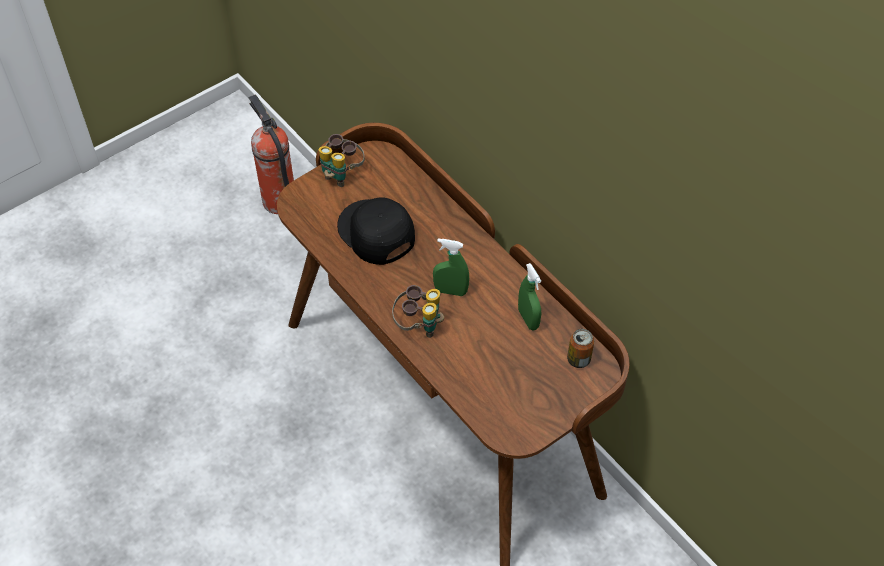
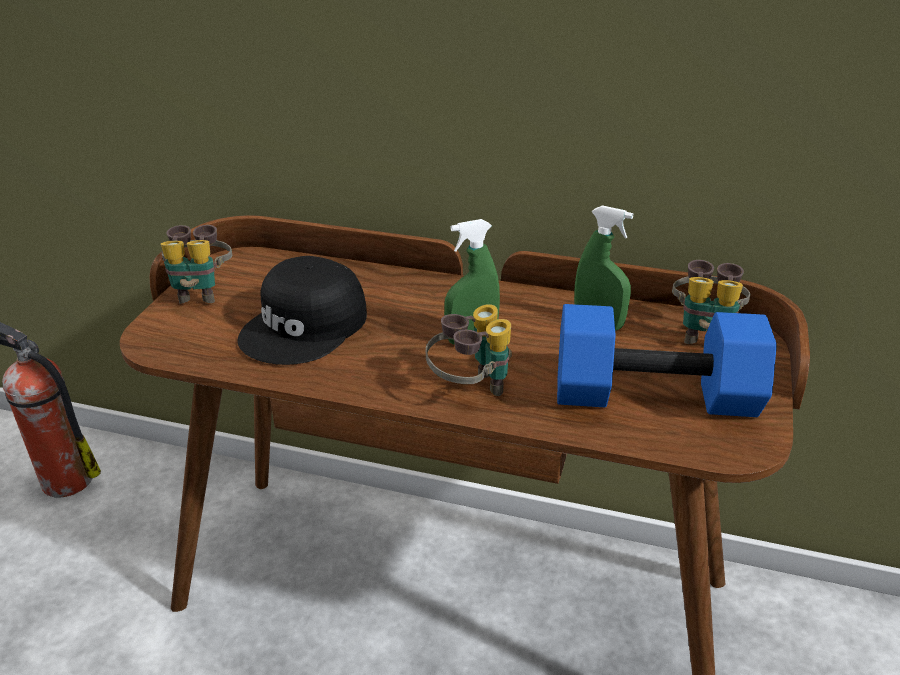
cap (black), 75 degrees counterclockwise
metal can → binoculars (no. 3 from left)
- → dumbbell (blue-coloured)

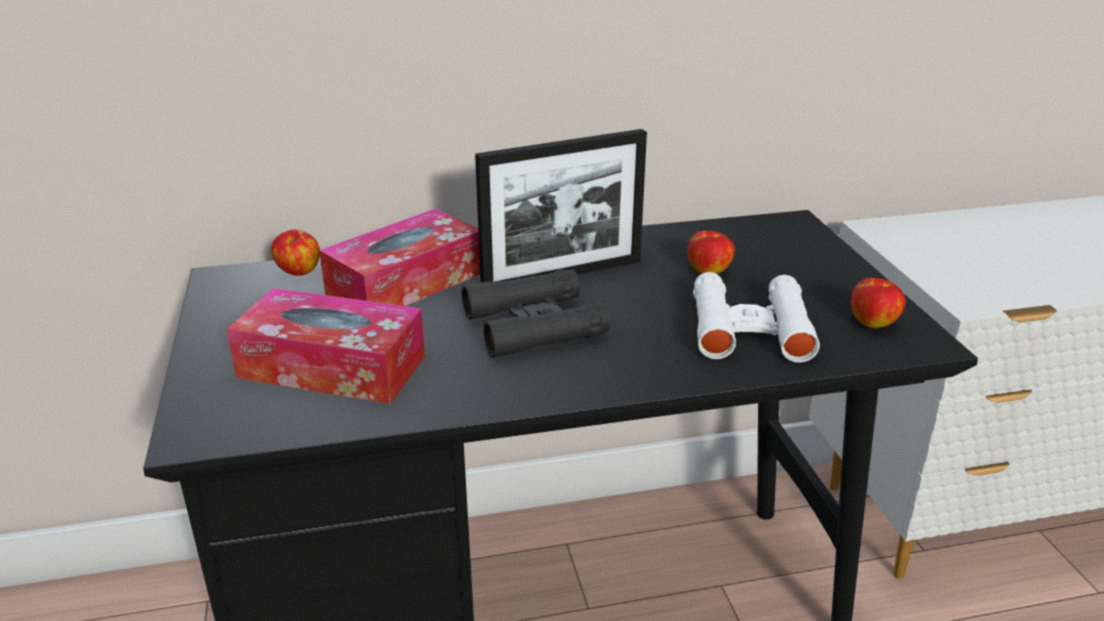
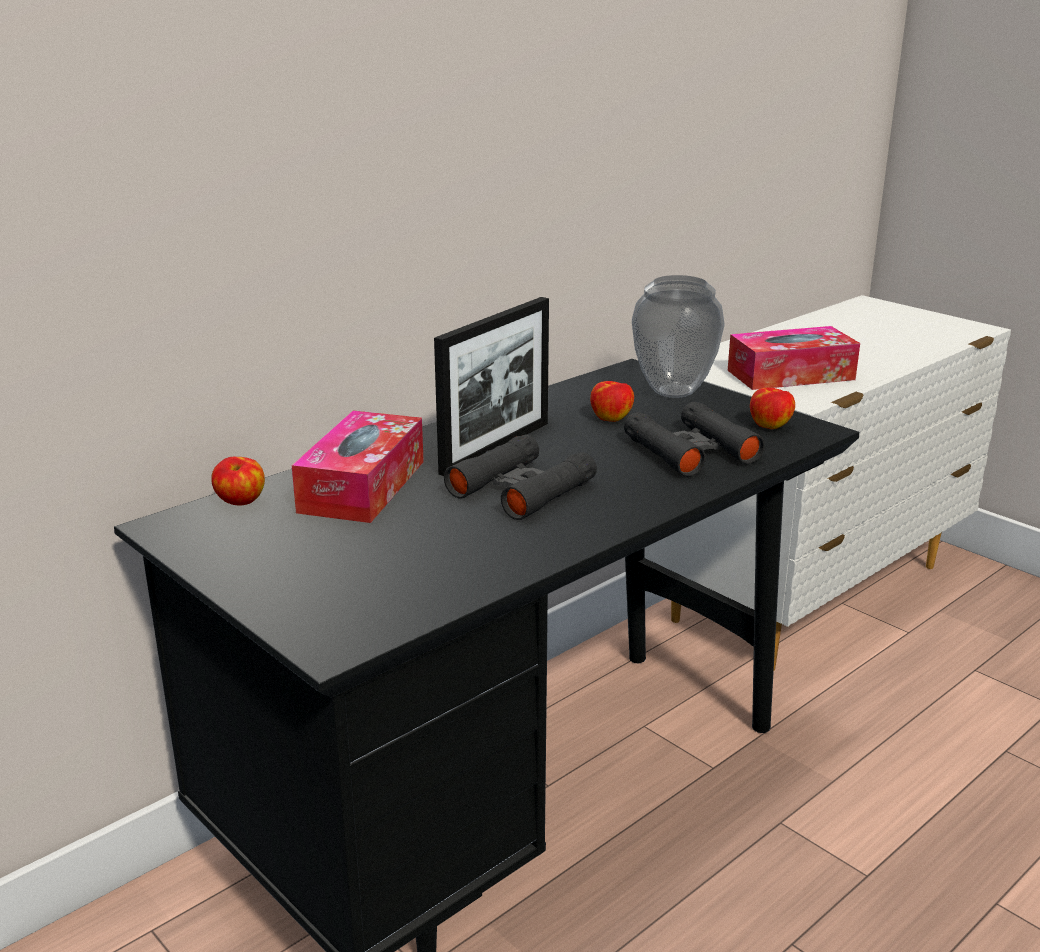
binoculars (white-coloured) → binoculars (black) (no. 2 from left)
tissue box (no. 1 from left in the first image) → tissue box (no. 2 from left), relocated
- → flower vase

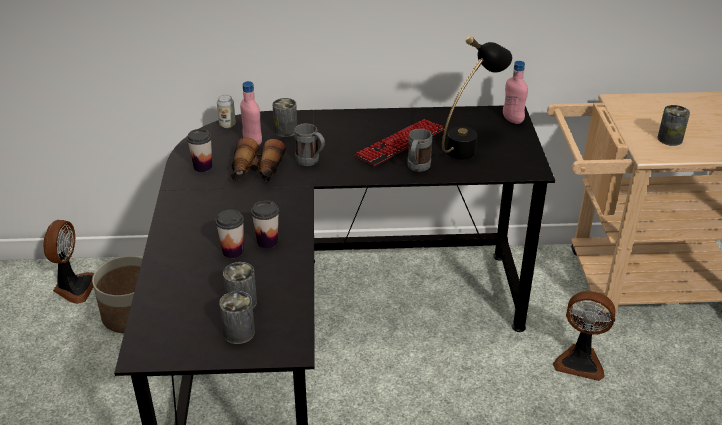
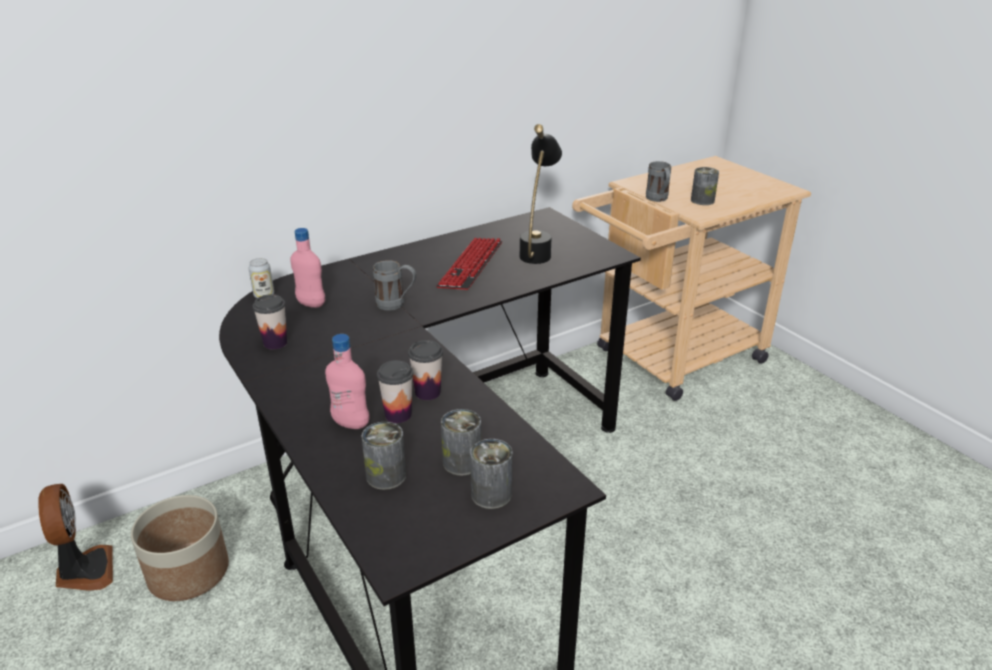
bottle (pinkish) (no. 2 from left), relocated
metal can (no. 4 from left in the first image) → metal can (no. 2 from left), relocated
coffee mug (gray) (no. 2 from left), relocated
binoculars → -
electric fan (no. 2 from left) → -

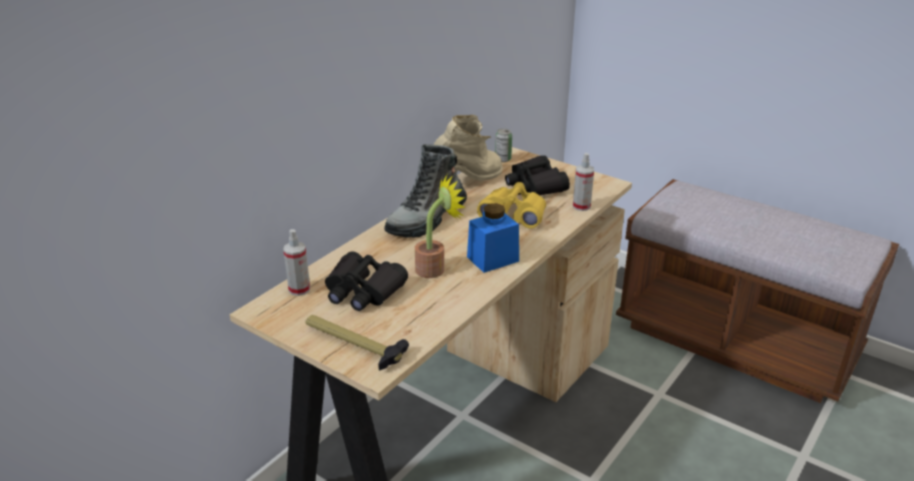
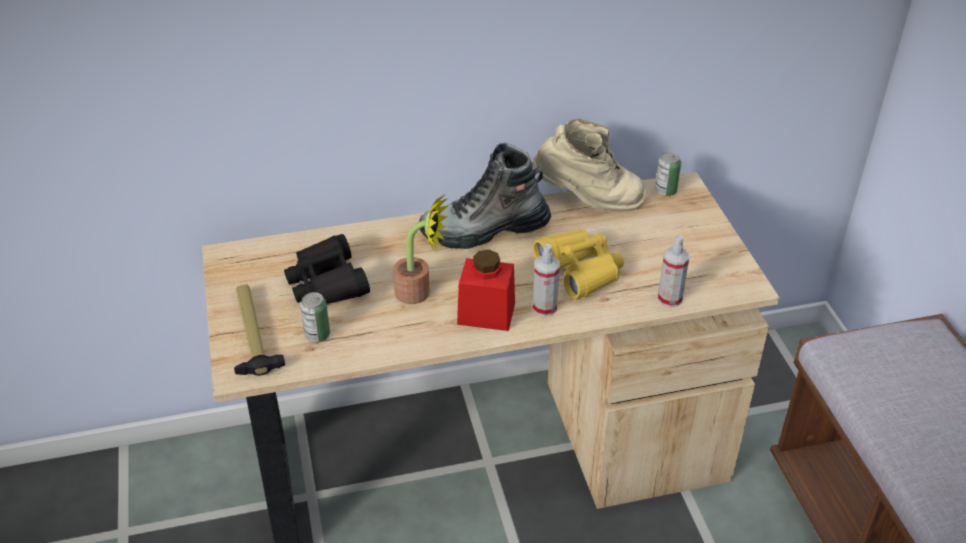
binoculars (black) (no. 2 from left) → -
storage jar (blue-coloured) → storage jar (red-coloured)
sprayer (no. 1 from left), relocated
- → metal can (no. 1 from left)

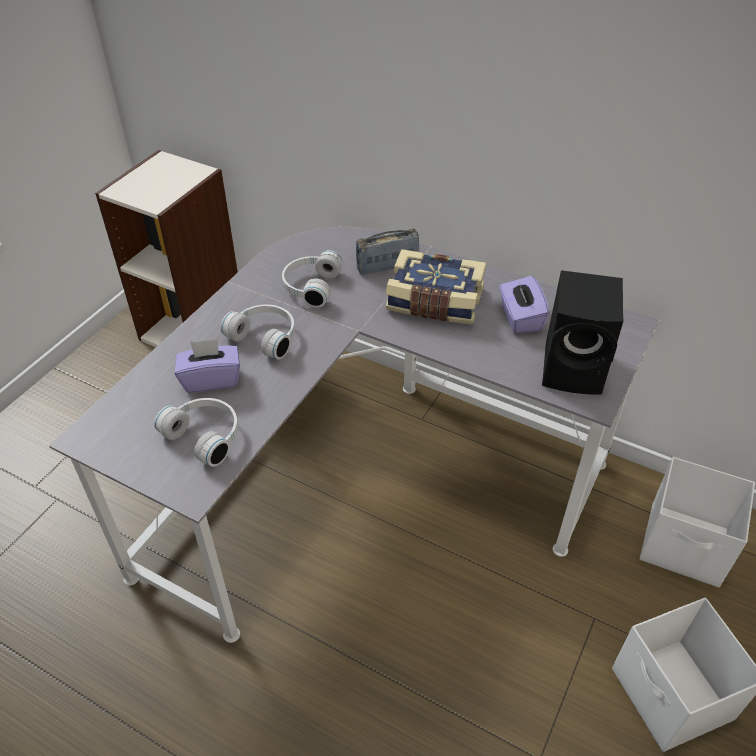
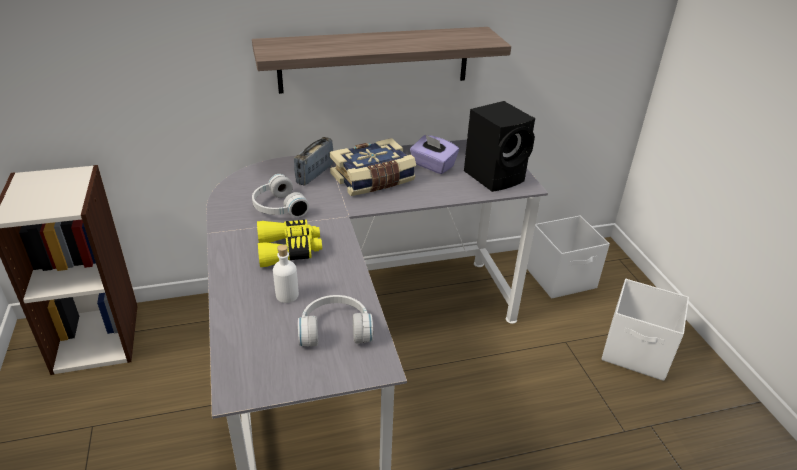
pair of headphones (white-coloured) (no. 2 from left) → binoculars (yellow-coloured)
tissue box (purple-coloured) (no. 1 from left) → bottle (white-coloured)
- → wall shelf

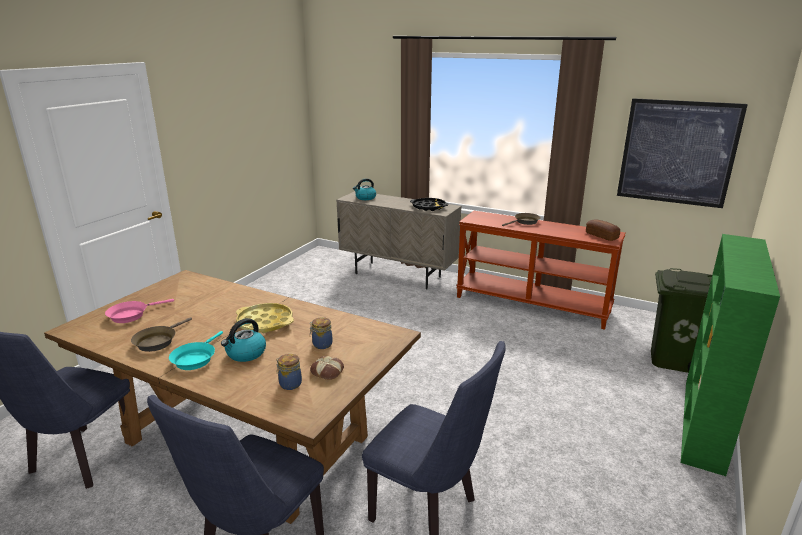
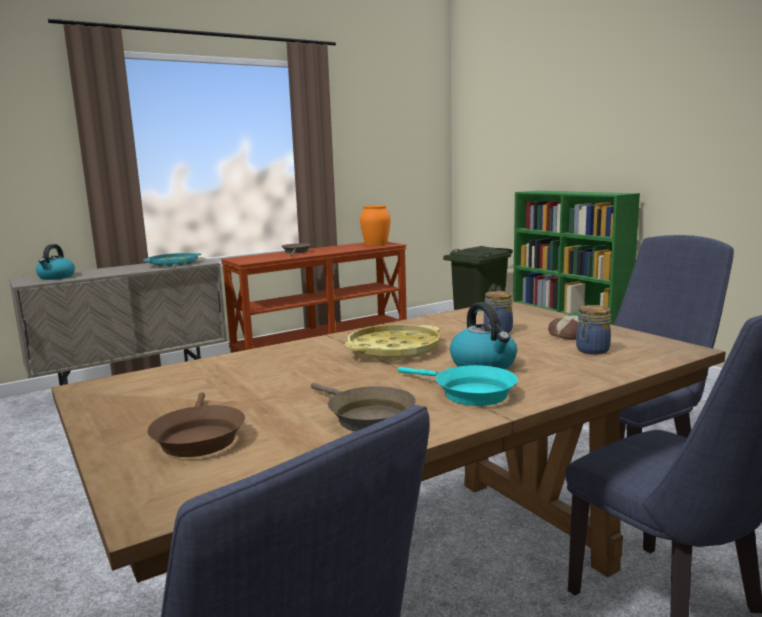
wall picture → -
serving tray (black) → serving tray (turquoise)
bread (no. 2 from left) → flower vase (orange-coloured)
skillet (pinkish) → skillet (brownish) (no. 1 from left)

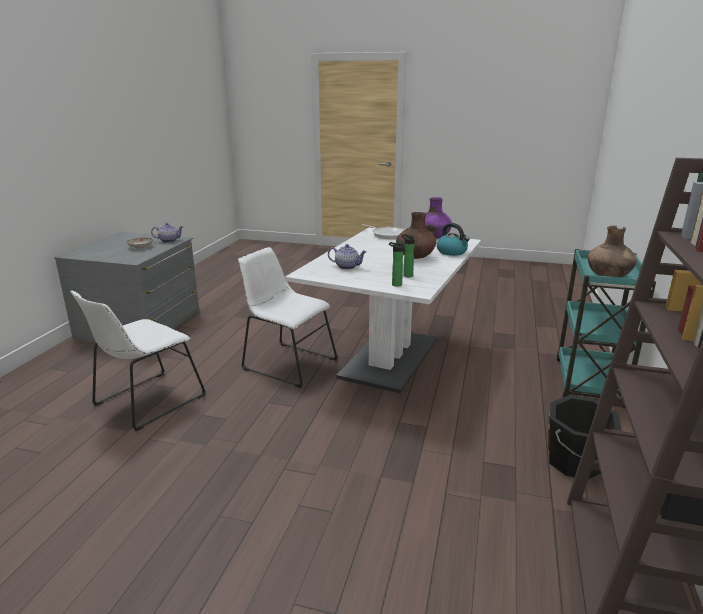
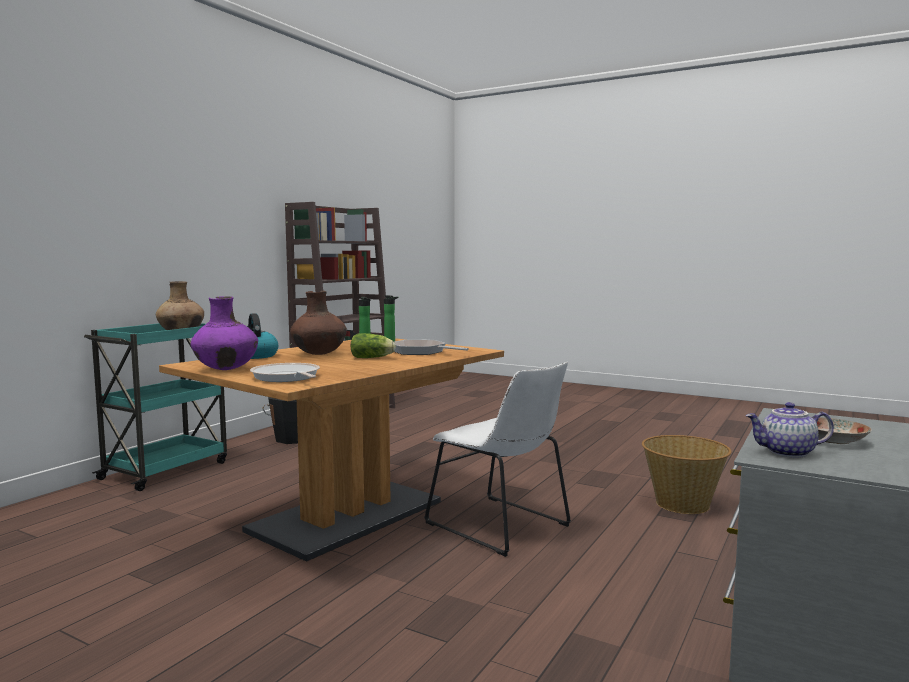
kitchen table (white-coloured) → kitchen table (brownish)
tea pot (no. 2 from left) → skillet (no. 2 from left)
plain chair (white-coloured) (no. 1 from left) → storage basket
- → lettuce

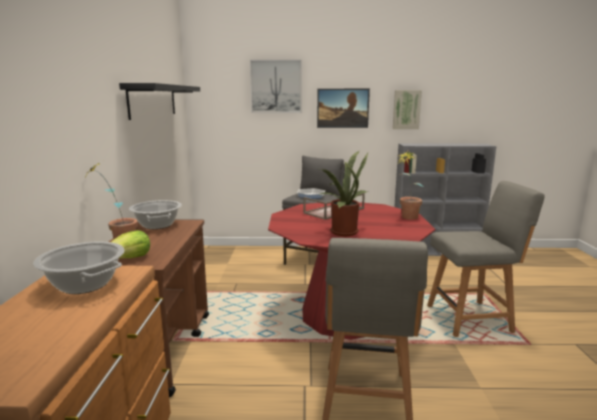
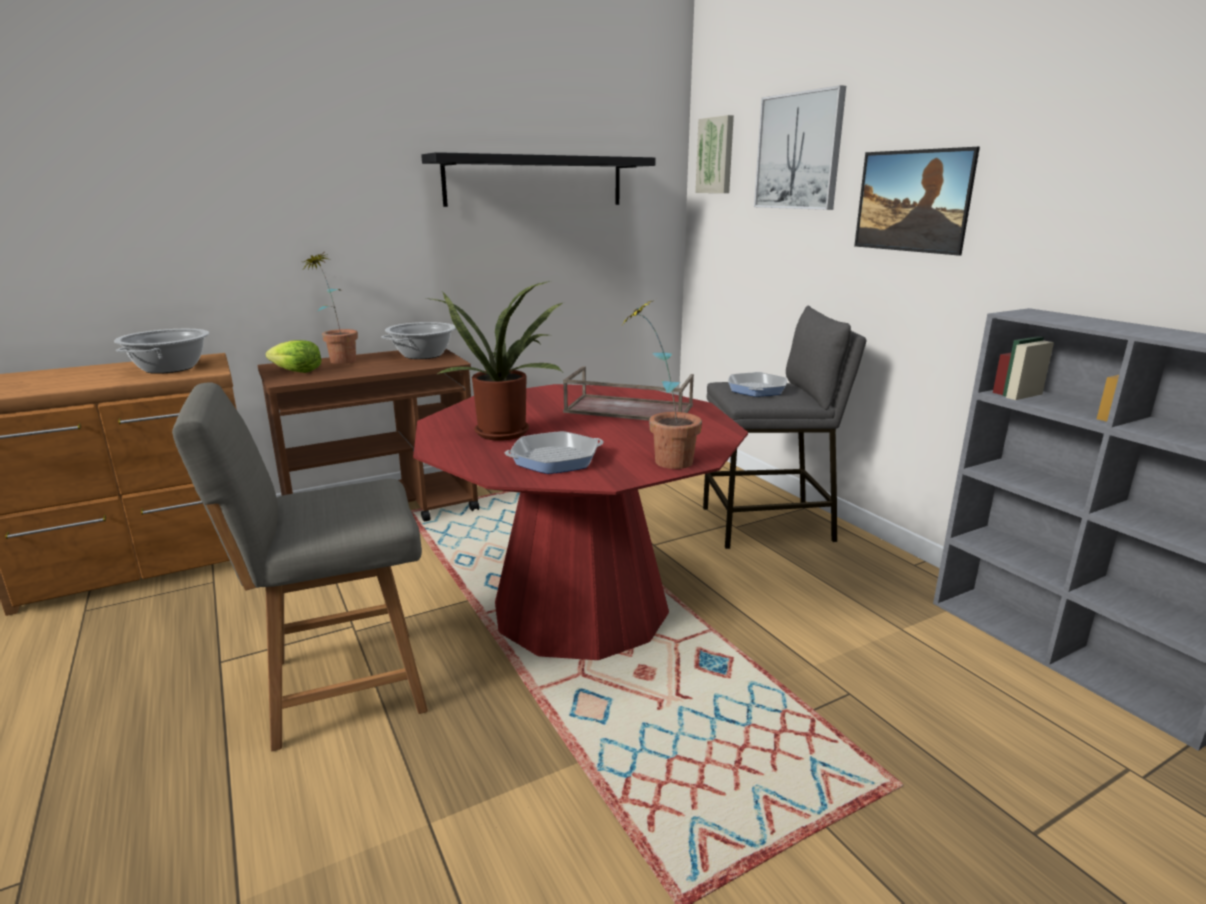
wall picture (no. 3 from left in the first image) → wall picture (no. 1 from left), relocated
plain chair (gray) (no. 2 from left) → -
- → skillet (no. 1 from left)

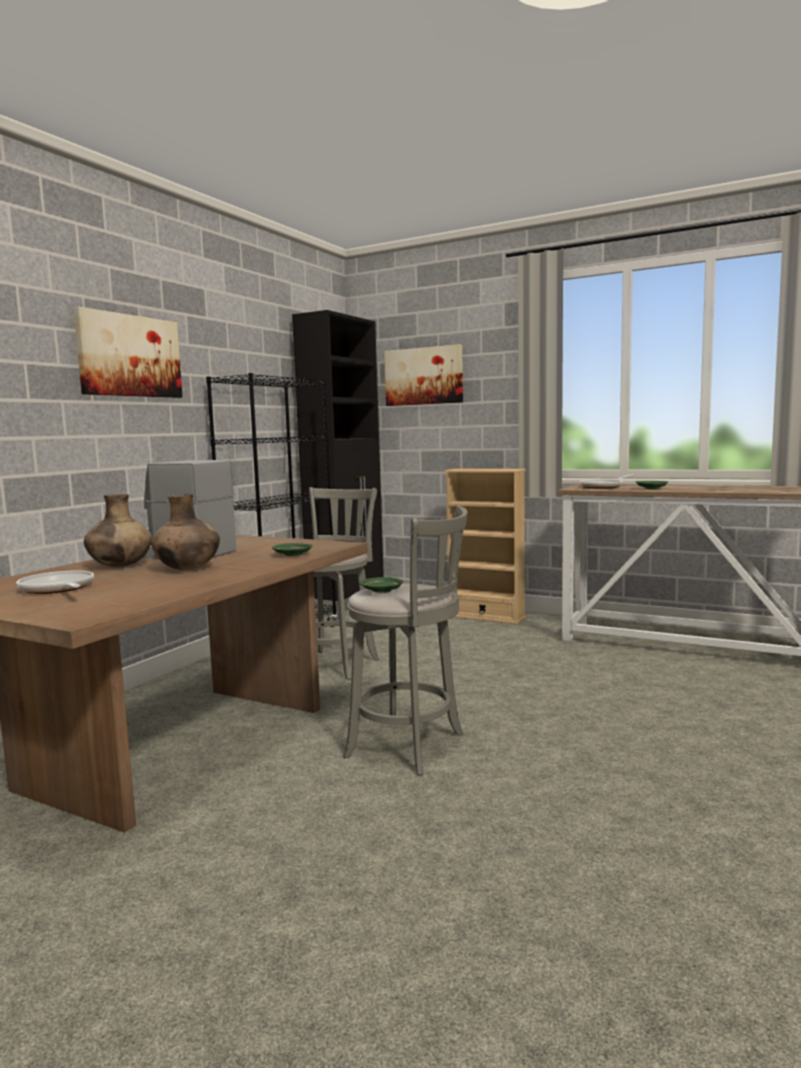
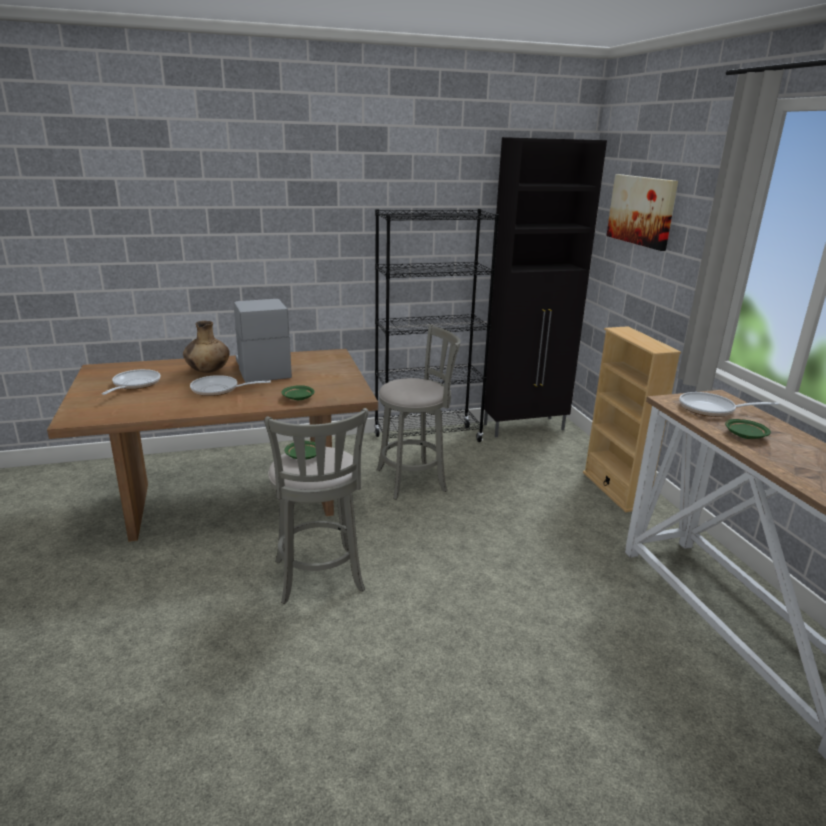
wall picture (no. 1 from left) → -
flower vase (brownish) (no. 2 from left) → skillet (no. 2 from left)

